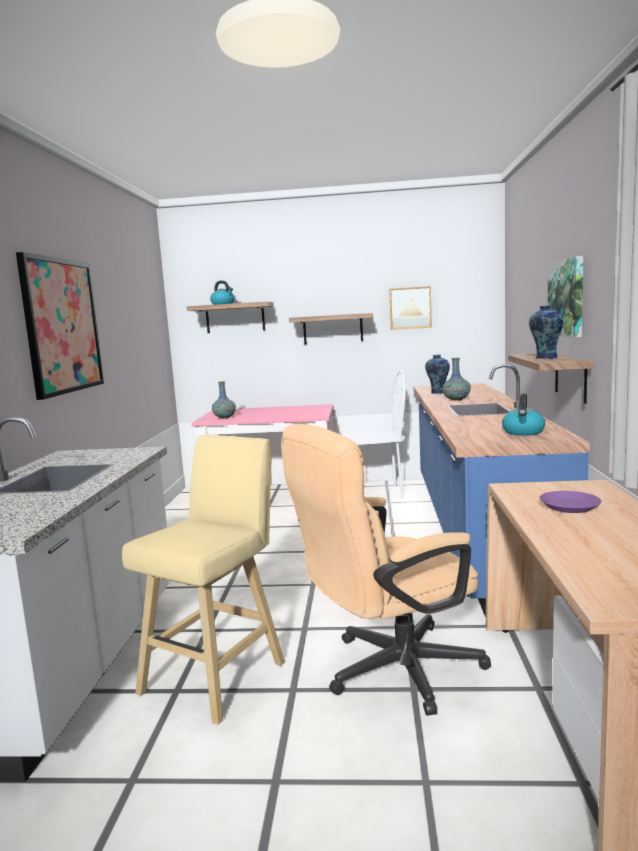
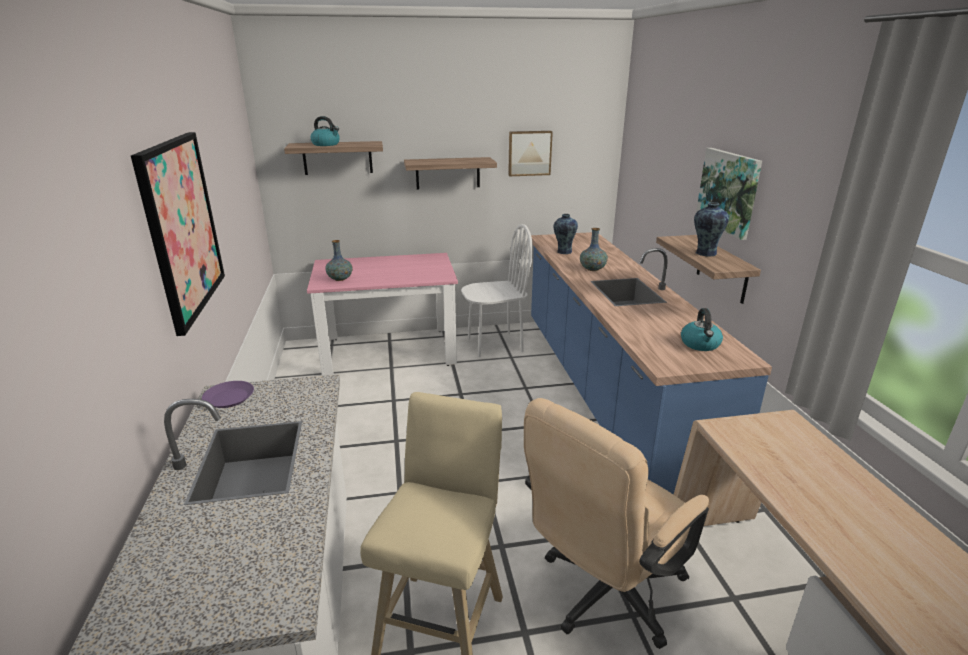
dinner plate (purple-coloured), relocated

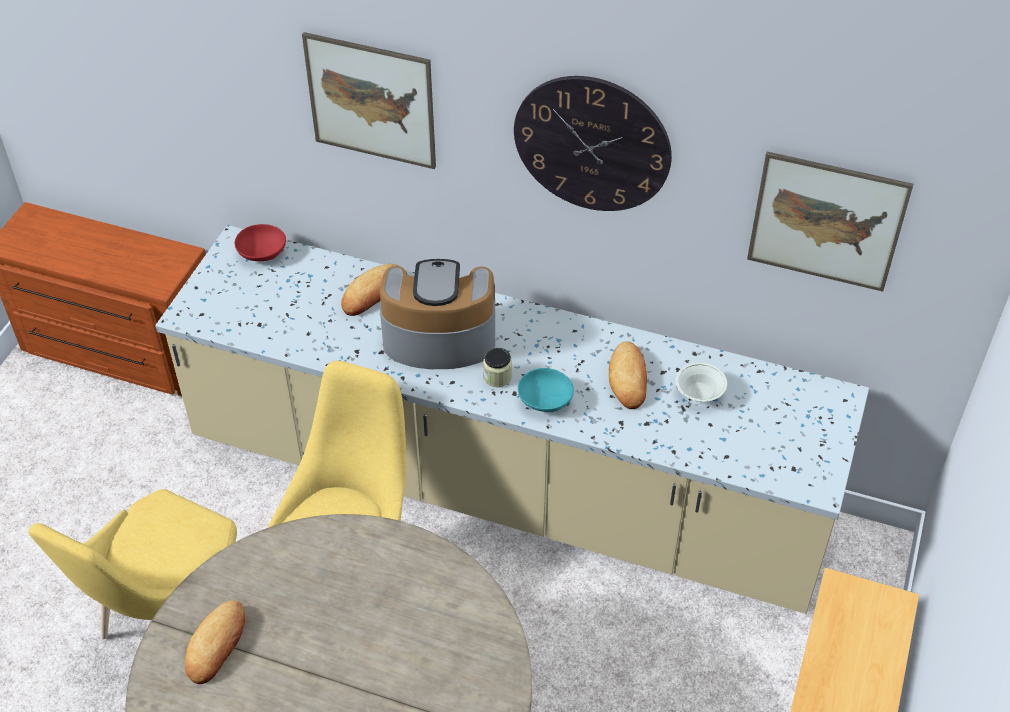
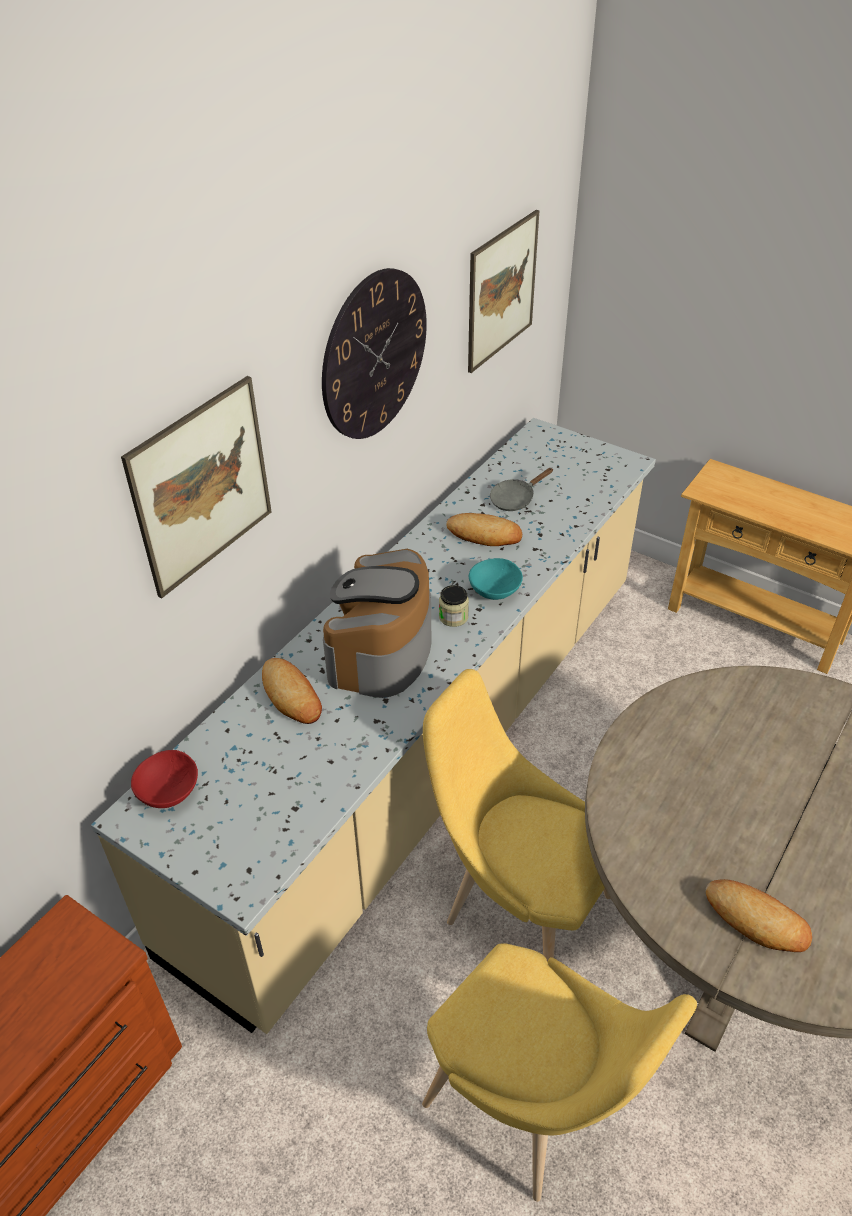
deep dish (white-coloured) → skillet (gray)

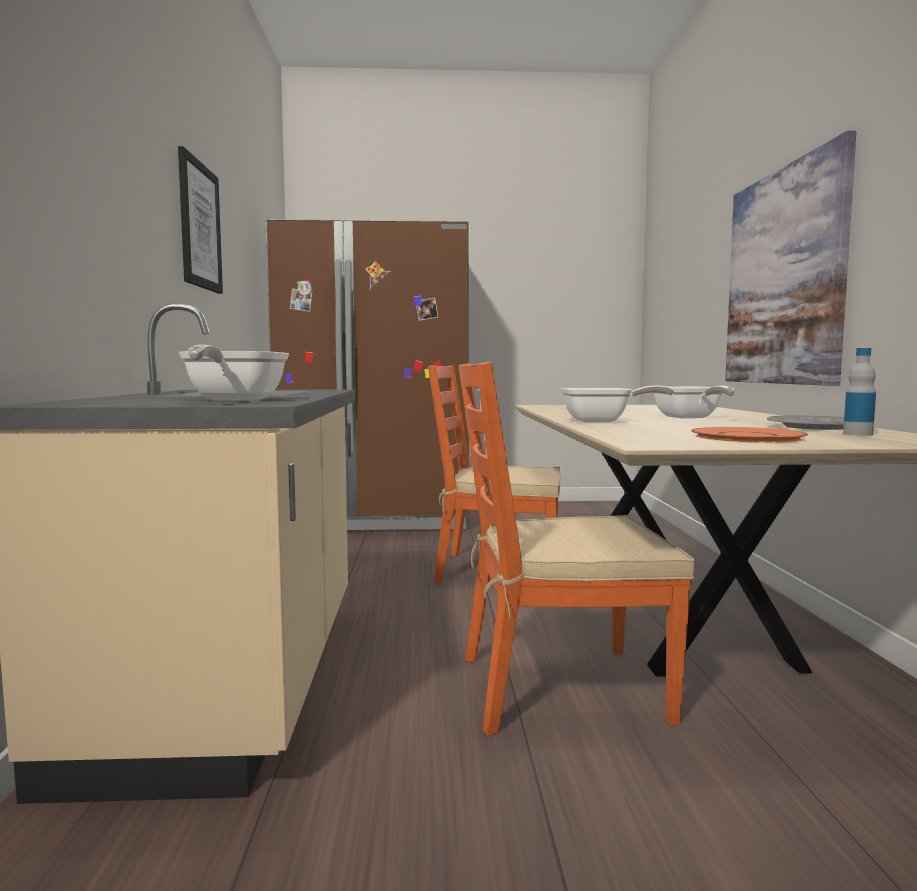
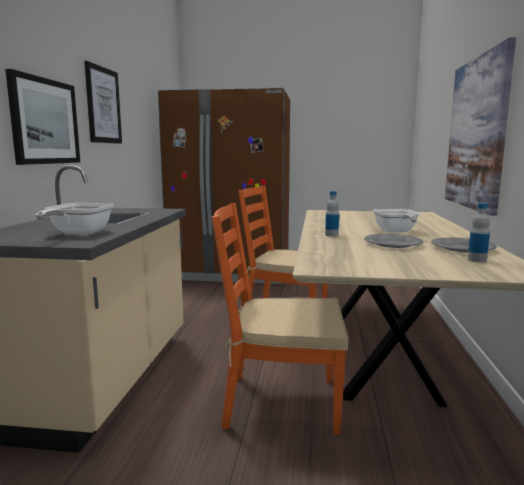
skillet (no. 2 from left) → bottle (no. 1 from left)
dinner plate (orange-coloured) → -
- → wall picture (no. 1 from left)
- → dinner plate (gray) (no. 1 from left)

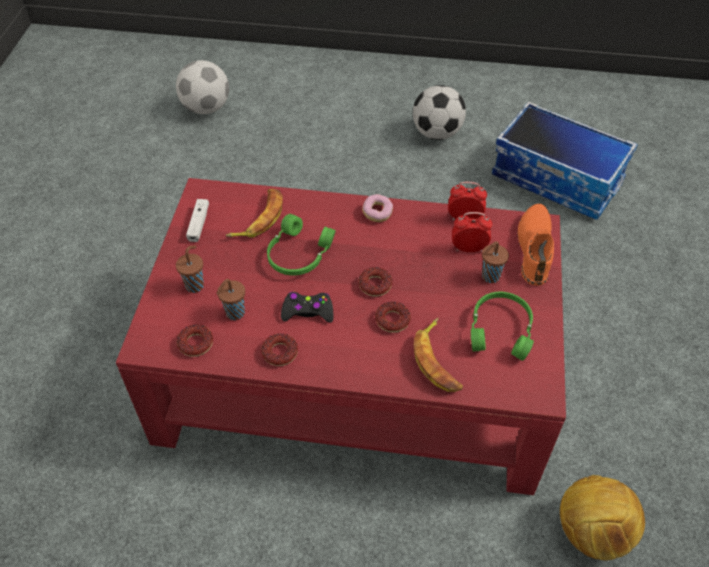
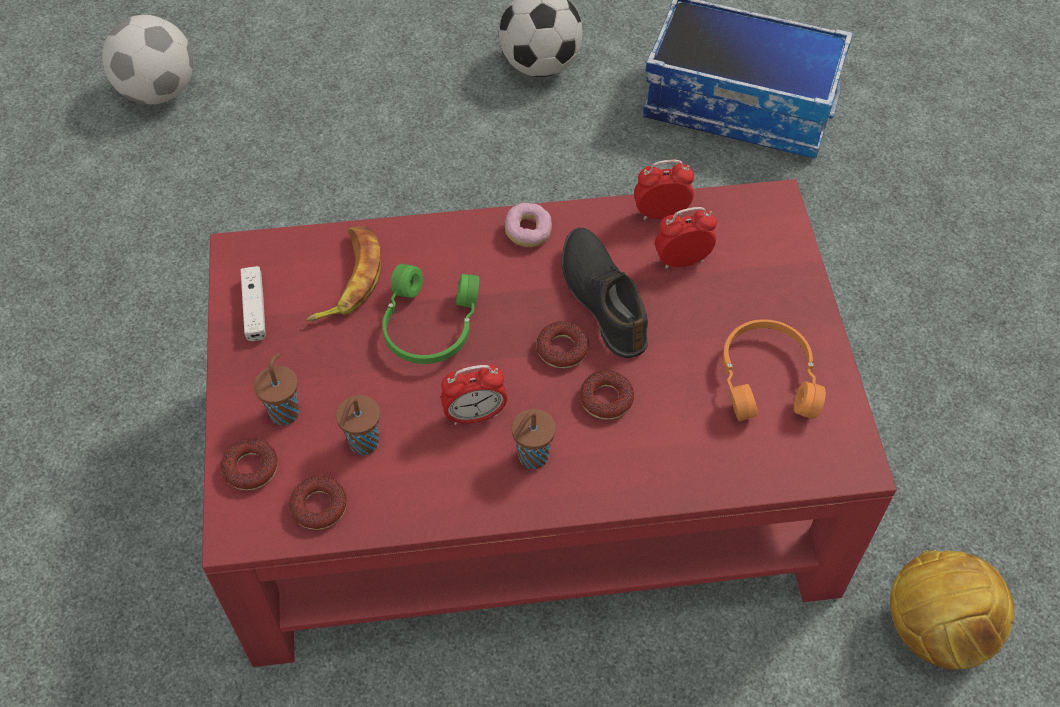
item of footwear (orange-coloured) → -
cup (brownish) (no. 3 from left), relocated
game controller (black) → bedside clock (no. 1 from left)
pair of headphones (greenish) (no. 2 from left) → pair of headphones (orange-coloured)
banana fruit (no. 2 from left) → -
donut (no. 2 from left in the first image) → donut (no. 1 from left), relocated
- → item of footwear (black)

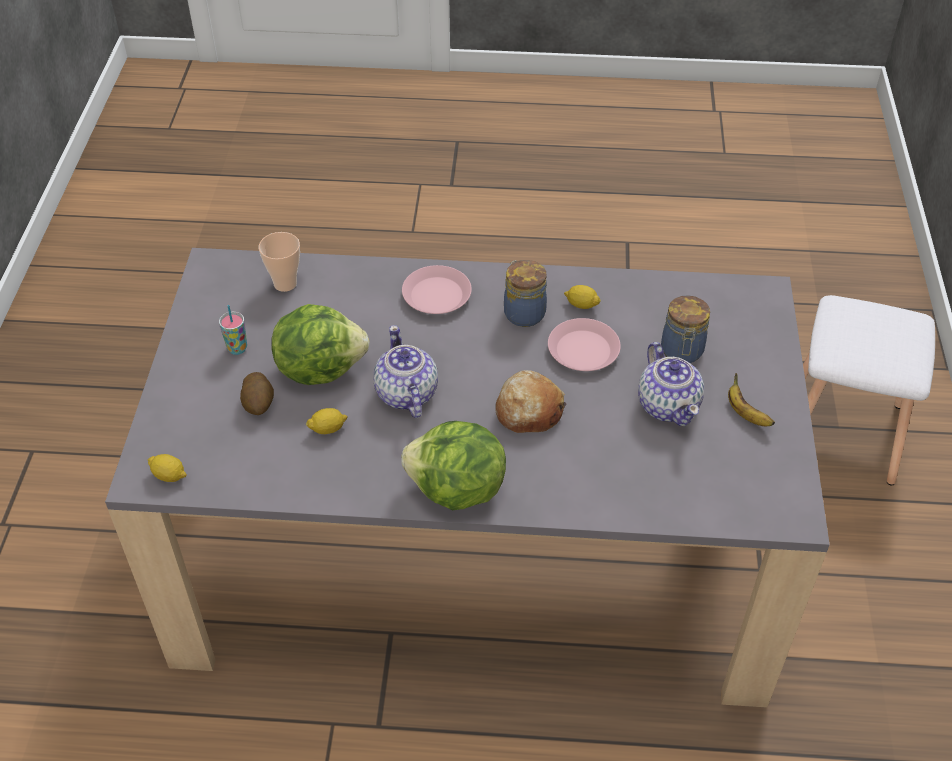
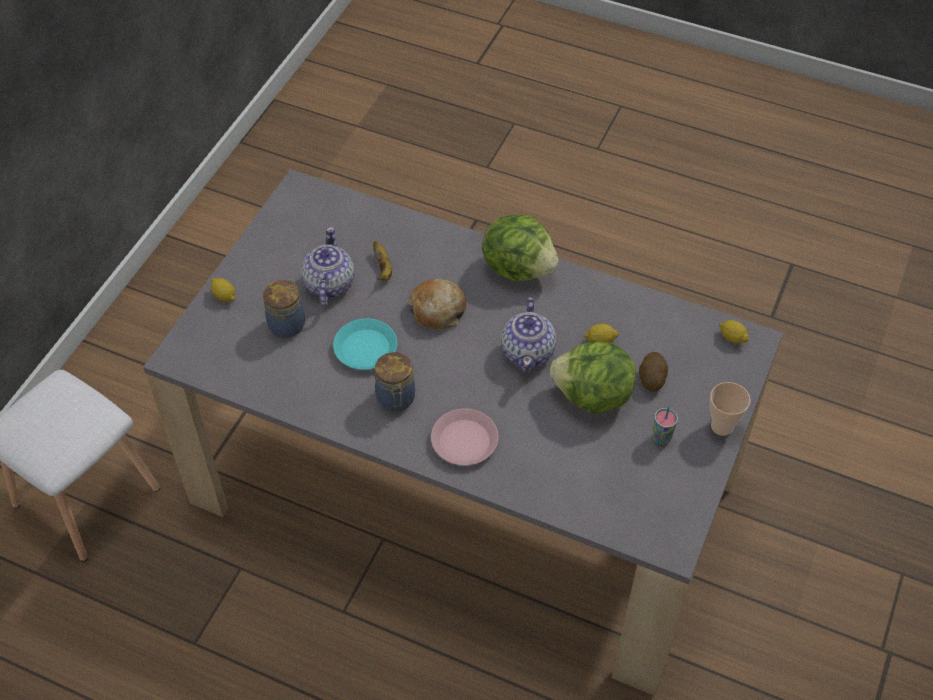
cup (no. 2 from left), relocated
lemon (no. 3 from left in the first image) → lemon (no. 1 from left), relocated
dinner plate (pinkish) (no. 2 from left) → dinner plate (turquoise)
banana fruit, relocated

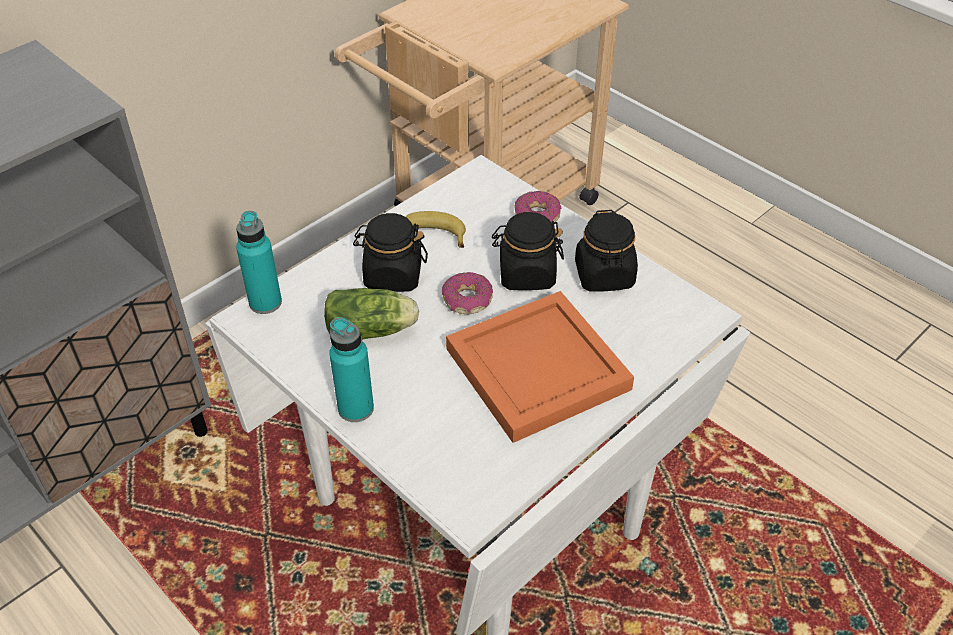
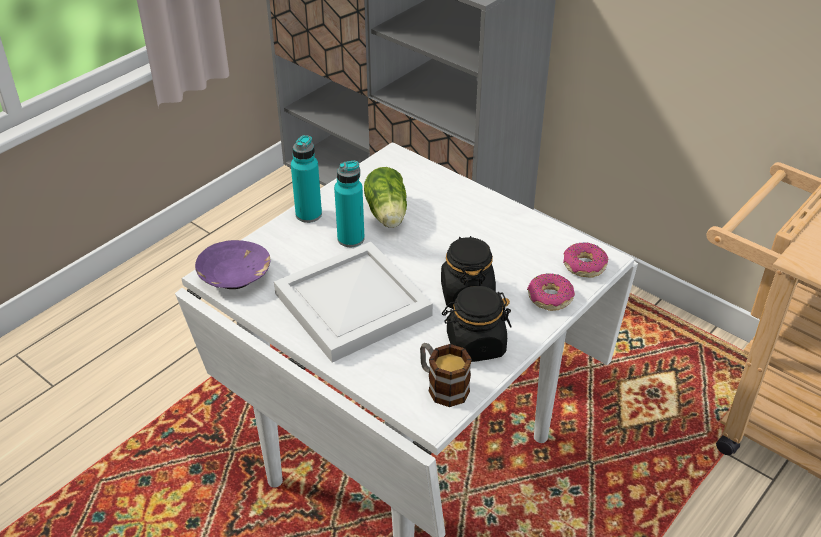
bottle (turquoise) (no. 1 from left in the first image) → bottle (turquoise) (no. 2 from left), relocated
banana fruit → -
storage jar (black) (no. 1 from left) → -
donut (no. 1 from left in the first image) → donut (no. 2 from left), relocated
serving tray (orange-coloured) → serving tray (white-coloured)
- → deep dish (purple-coloured)
- → coffee mug

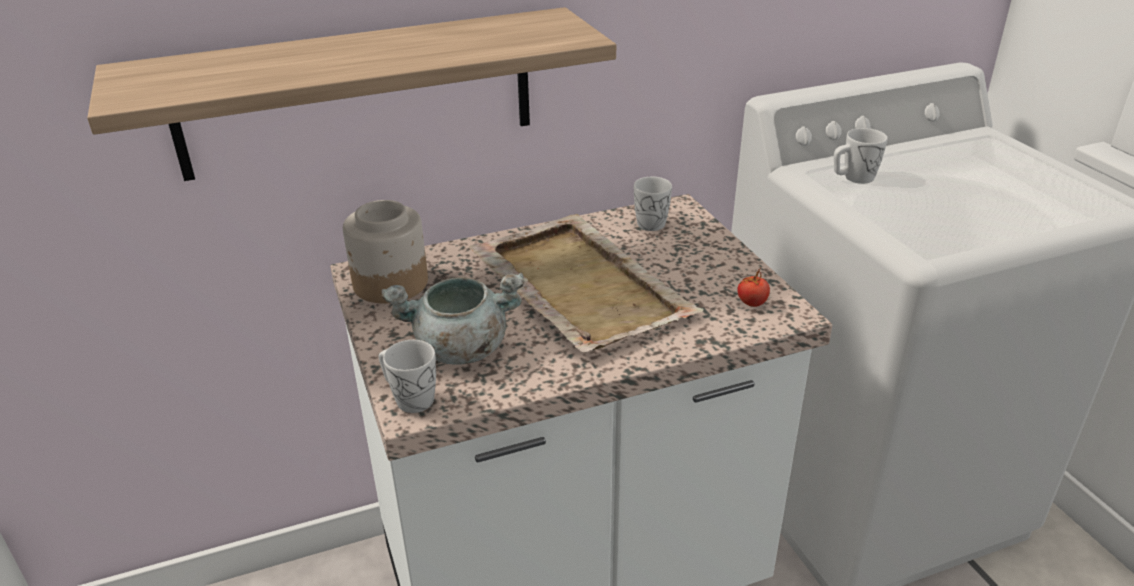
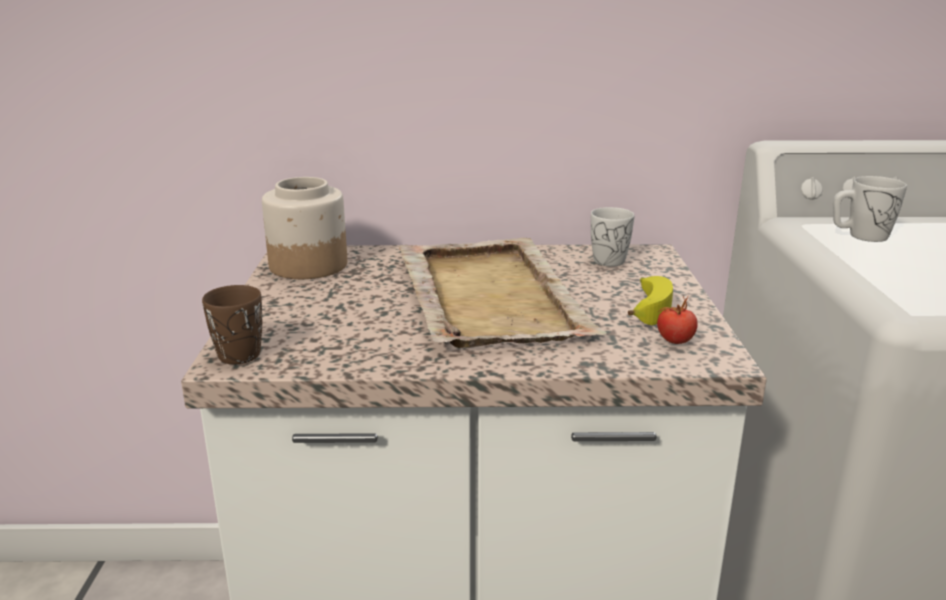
wall shelf → -
saucepot (gray) → -
coffee mug (white-coloured) (no. 1 from left) → coffee mug (brownish)
- → banana fruit

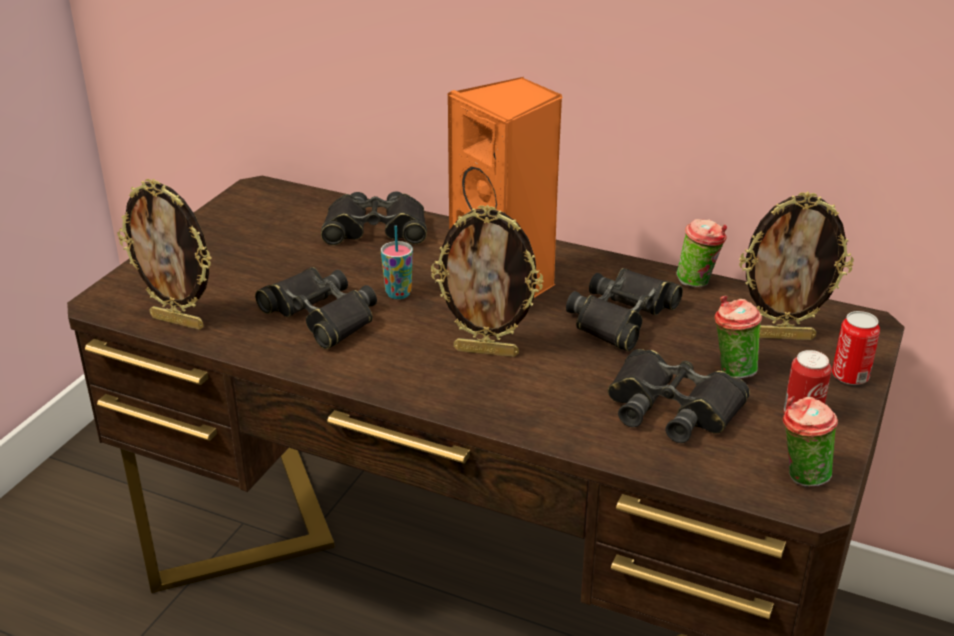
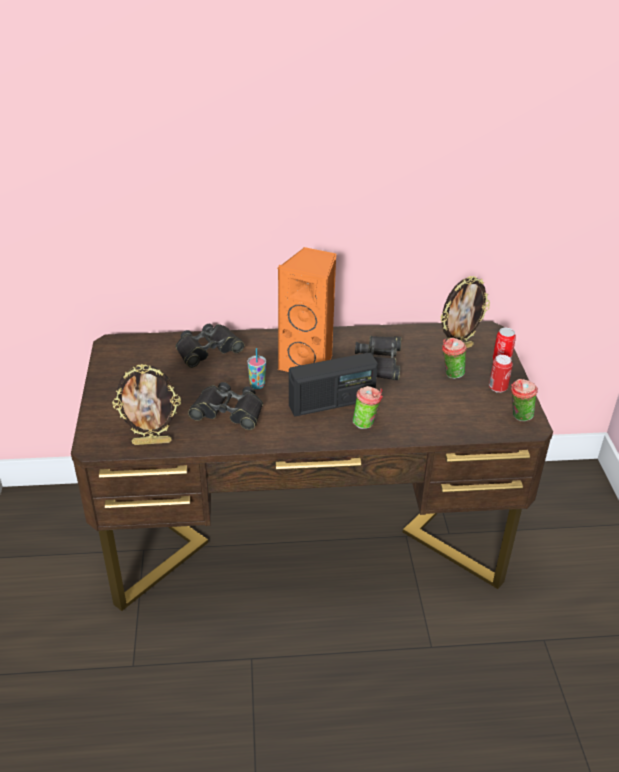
standing frame (no. 2 from left) → radio receiver
cup (no. 2 from left), relocated
binoculars (black) (no. 4 from left) → -

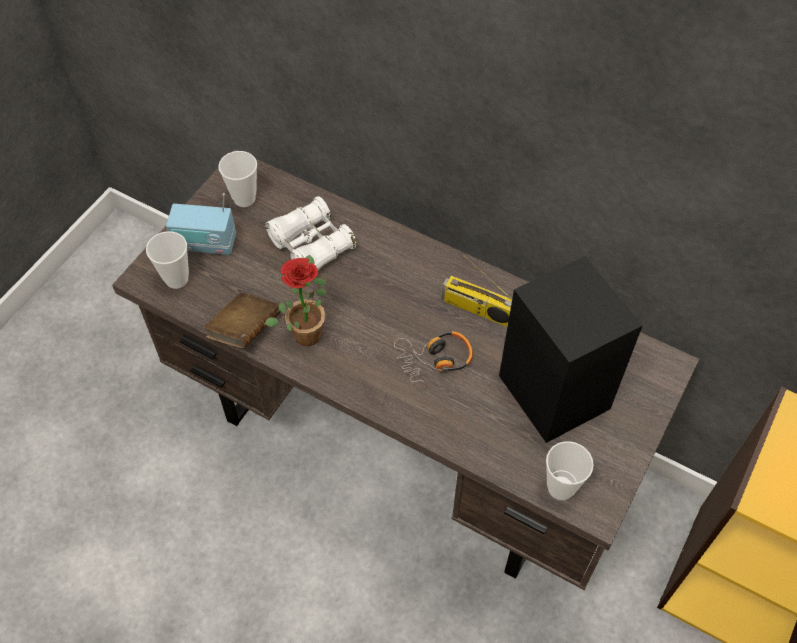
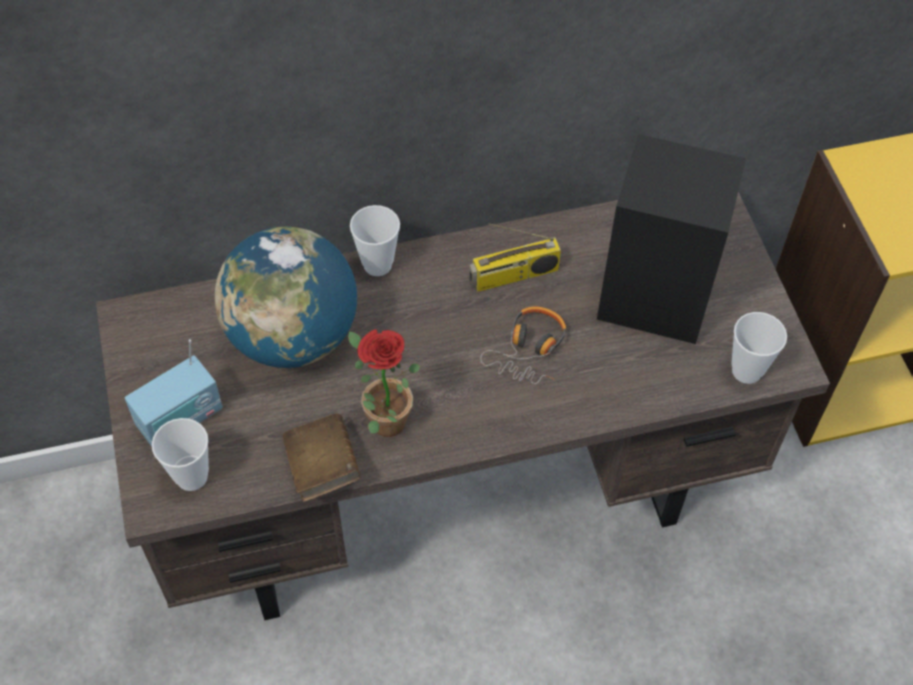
cup (no. 2 from left), relocated
binoculars (white-coloured) → globe

